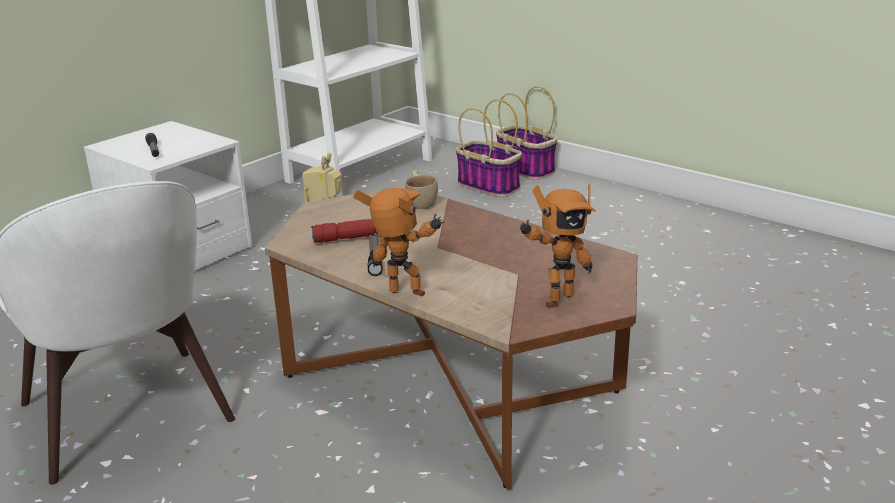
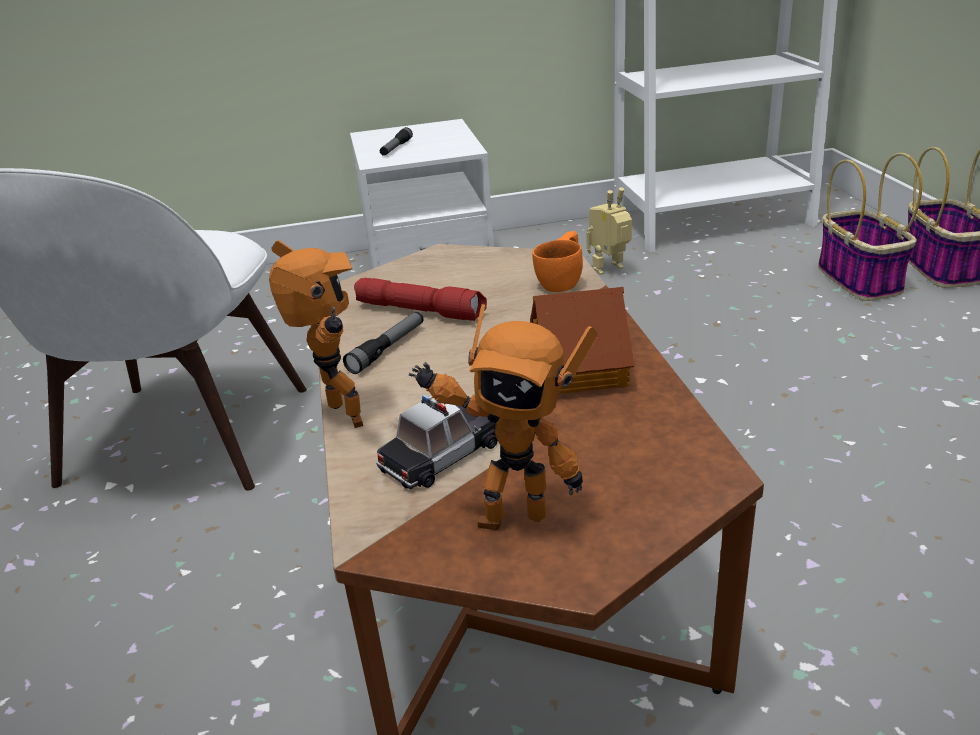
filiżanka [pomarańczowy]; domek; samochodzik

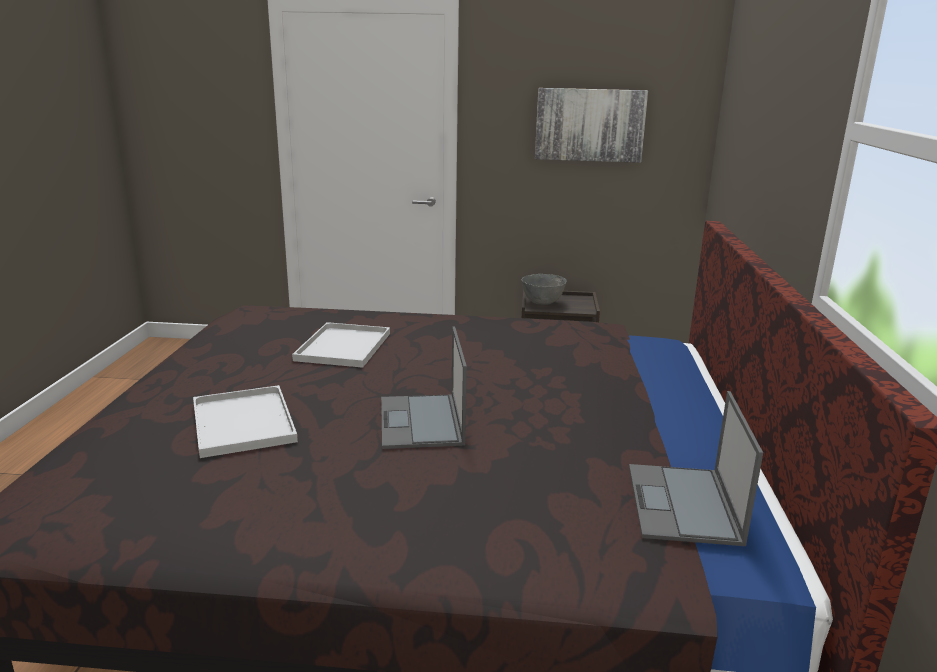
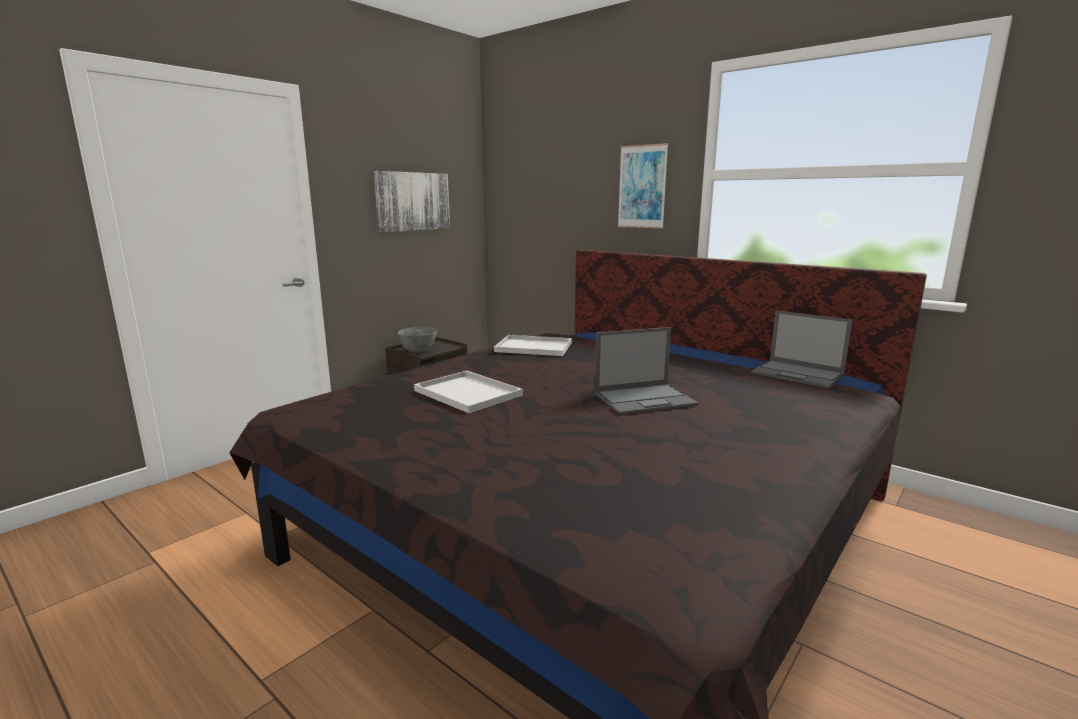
laptop (no. 1 from left); taca [biały] (no. 2 from left); obraz (no. 2 from left)

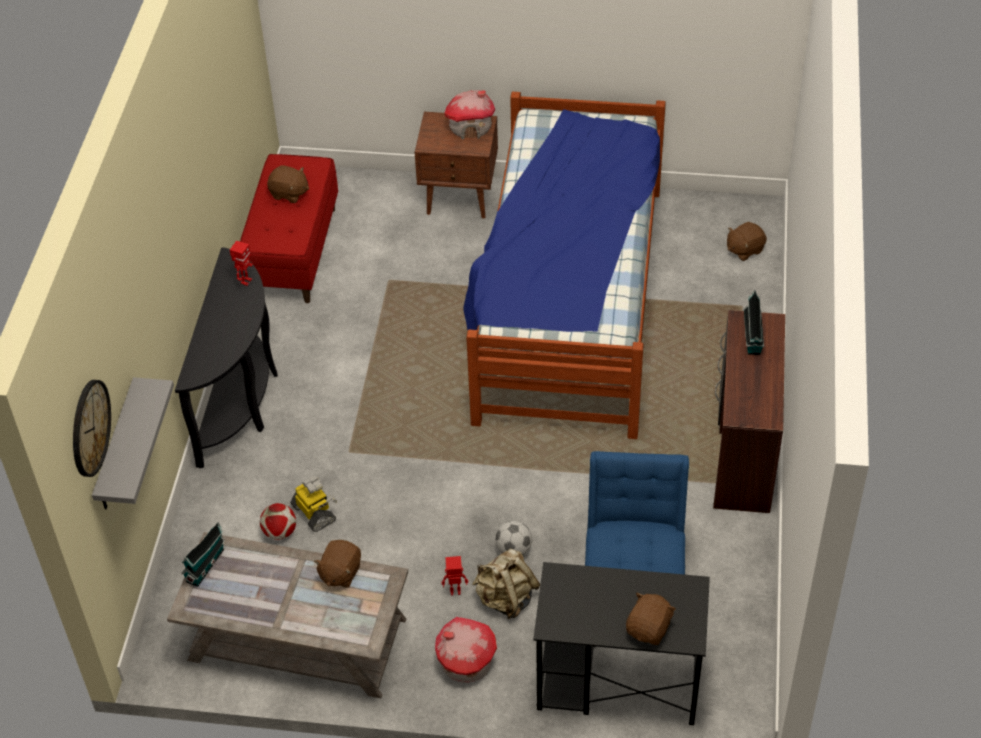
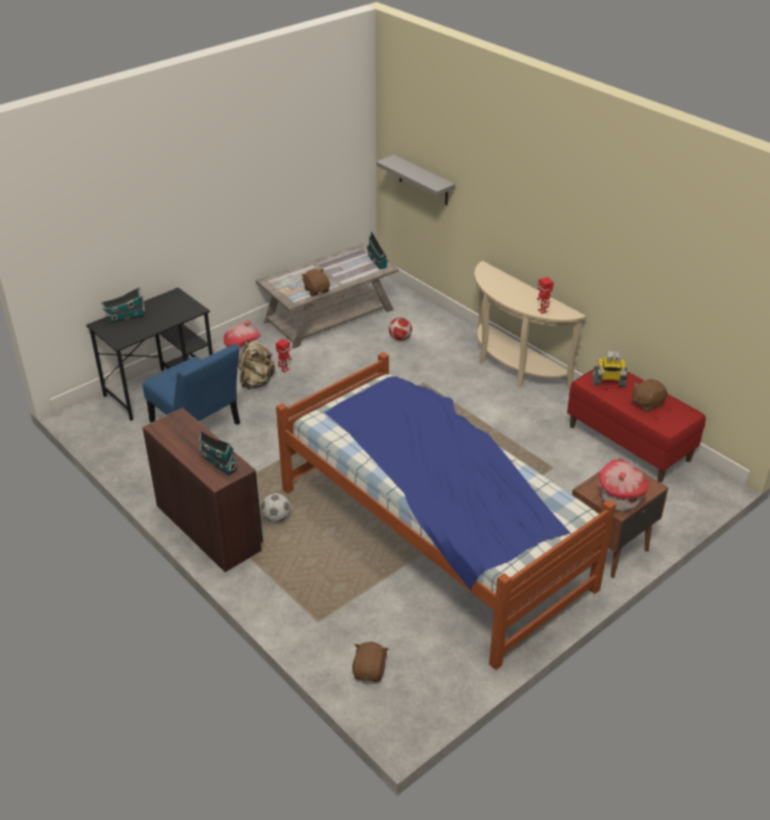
stolik konsolowy [beżowy]; zegar ścienny; robot zabawkowy (no. 3 from left); piłka futbolowa (no. 1 from left); domek (no. 1 from left)

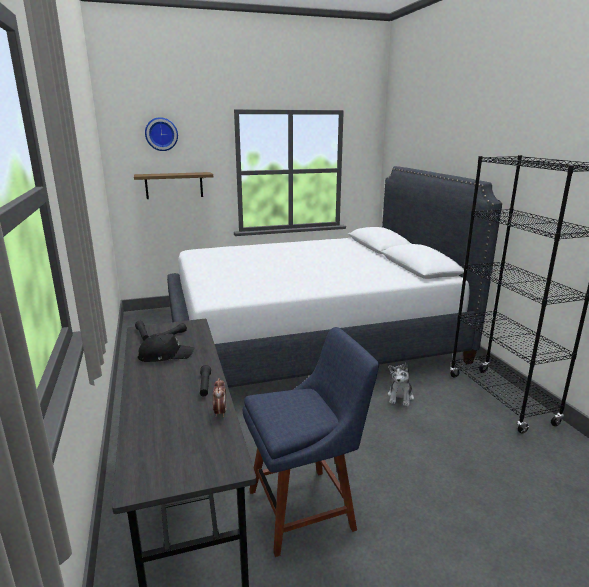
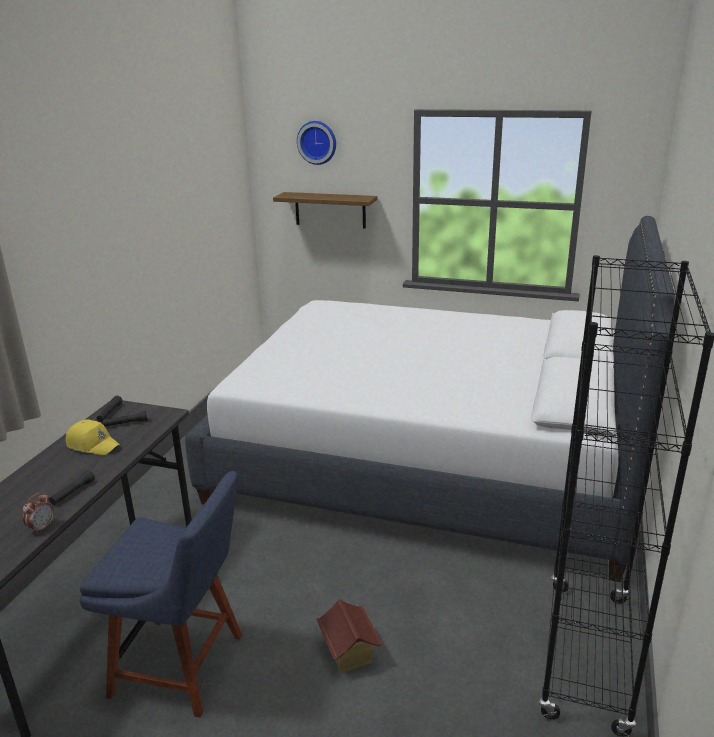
czapka z daszkiem [żółty]; pluszak; domek

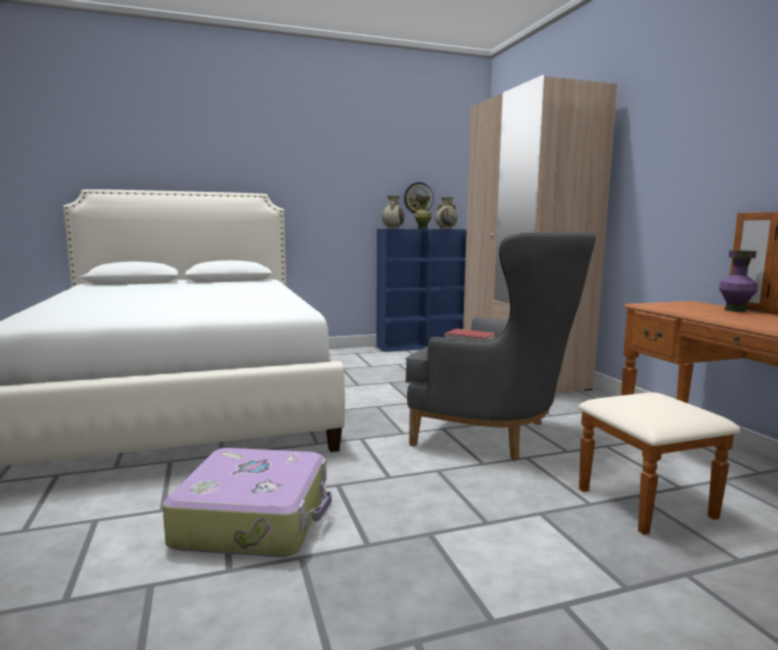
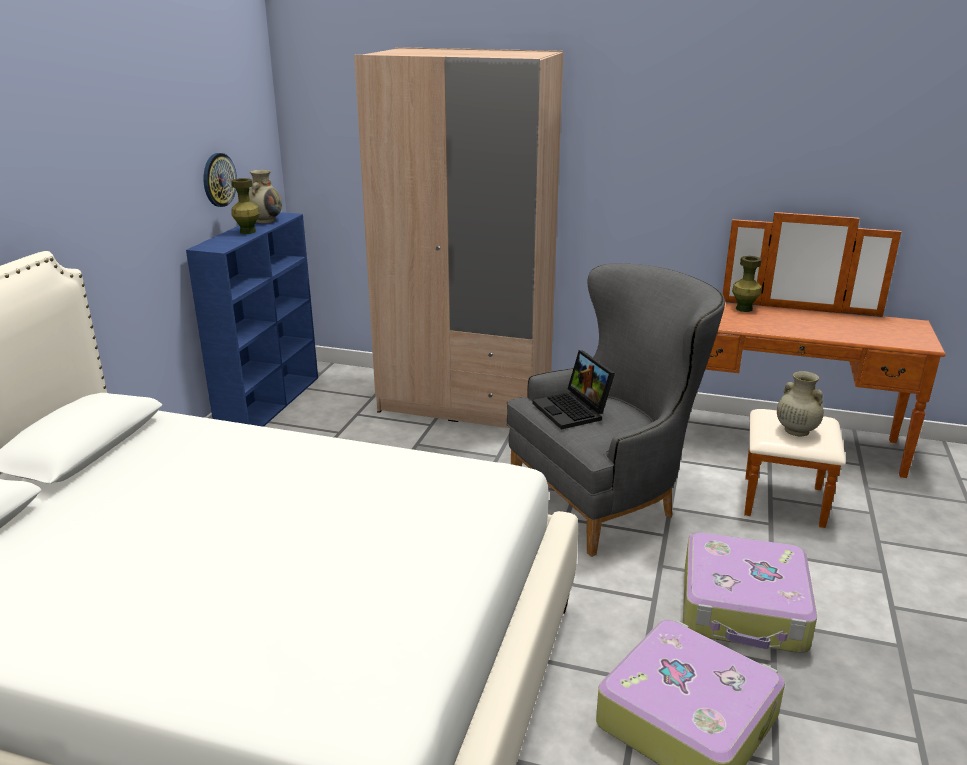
wazon [beżowy] (no. 2 from left); wazon [zielony] (no. 2 from left); laptop; walizka (no. 2 from left)

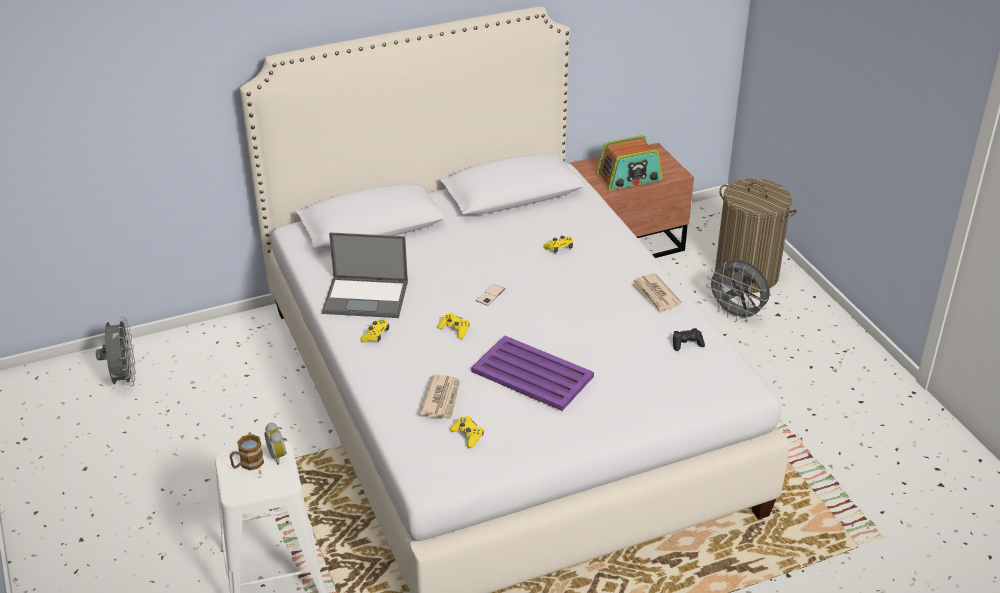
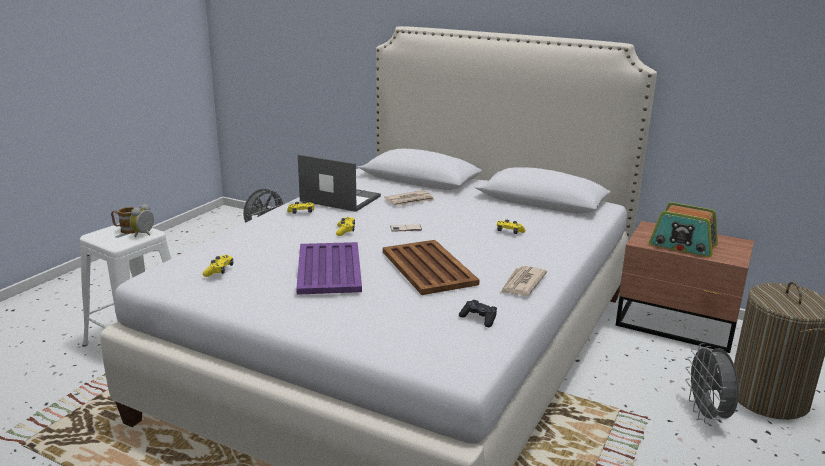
laptop; gazeta (no. 1 from left); taca [brązowy]

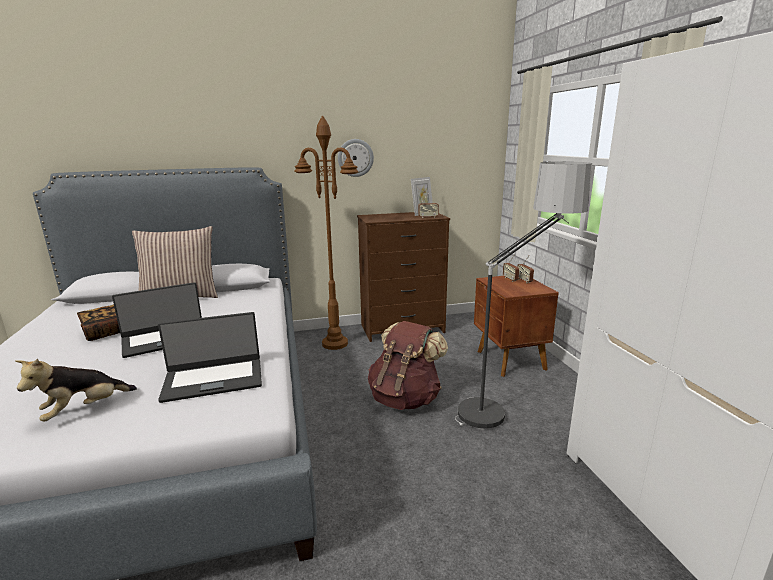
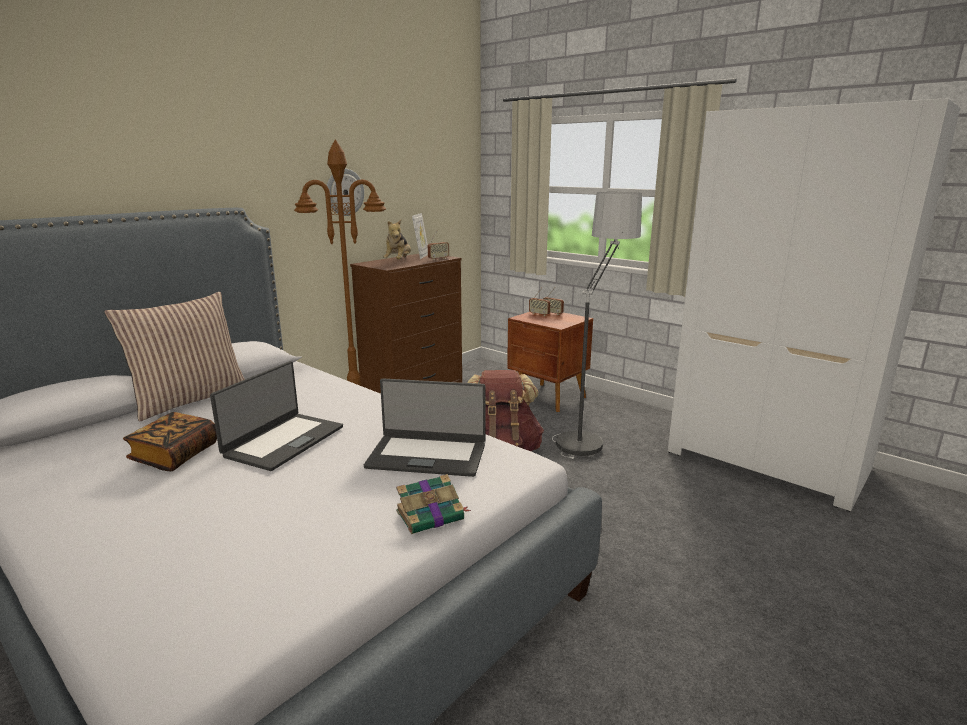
laptop (no. 2 from left); pluszak; książka (no. 2 from left)

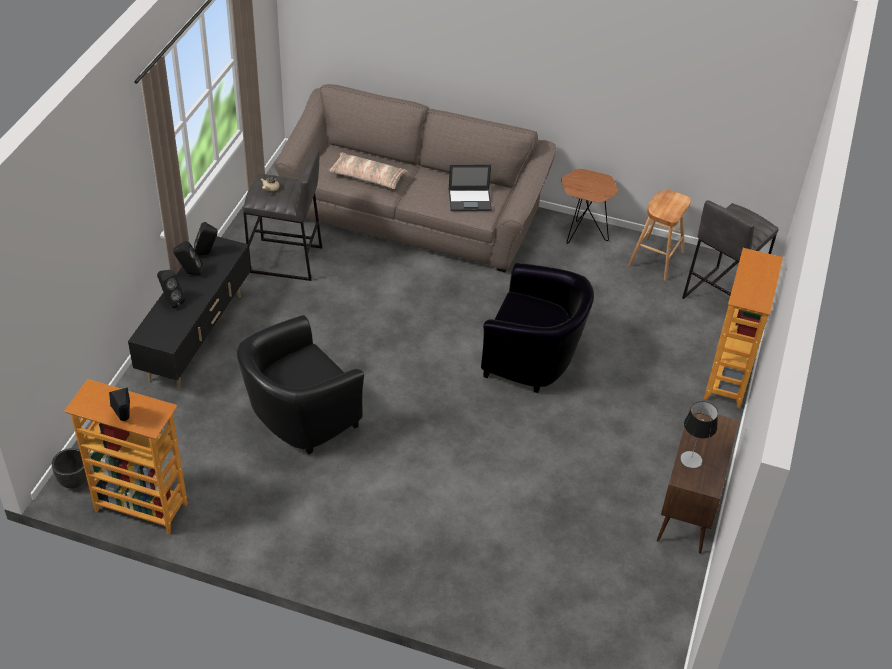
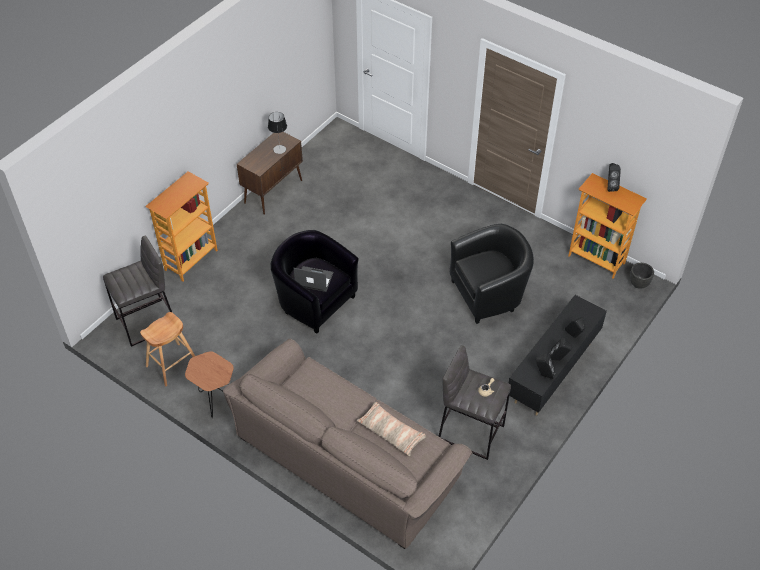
laptop

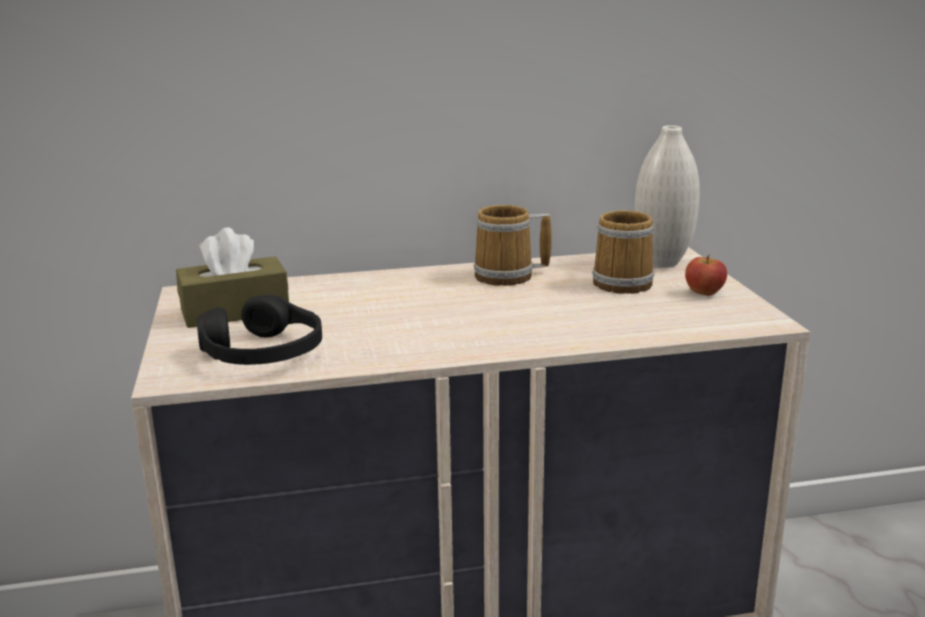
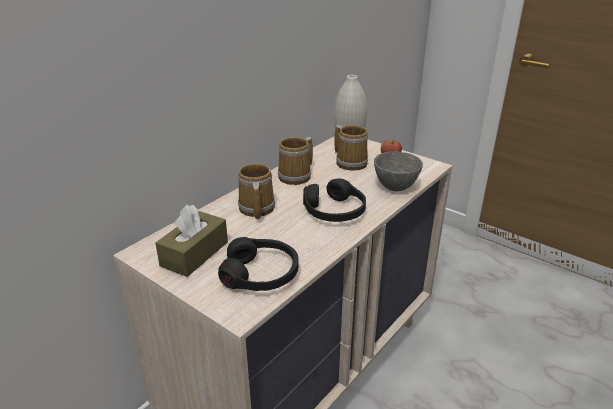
miska [szary]; kubek (no. 1 from left); słuchawki [czarny] (no. 2 from left)

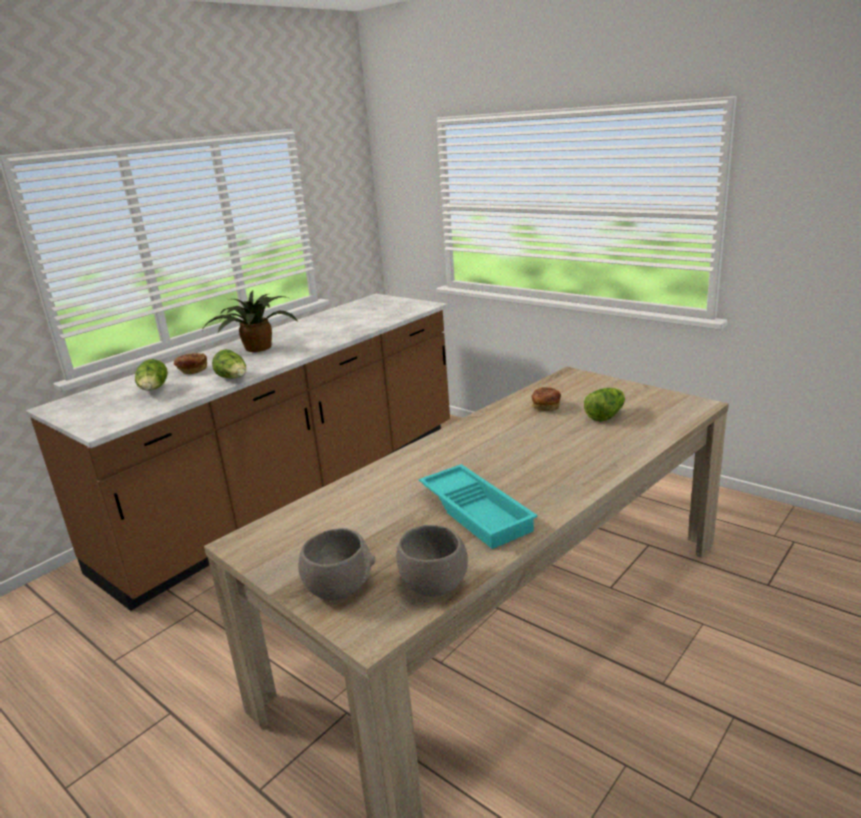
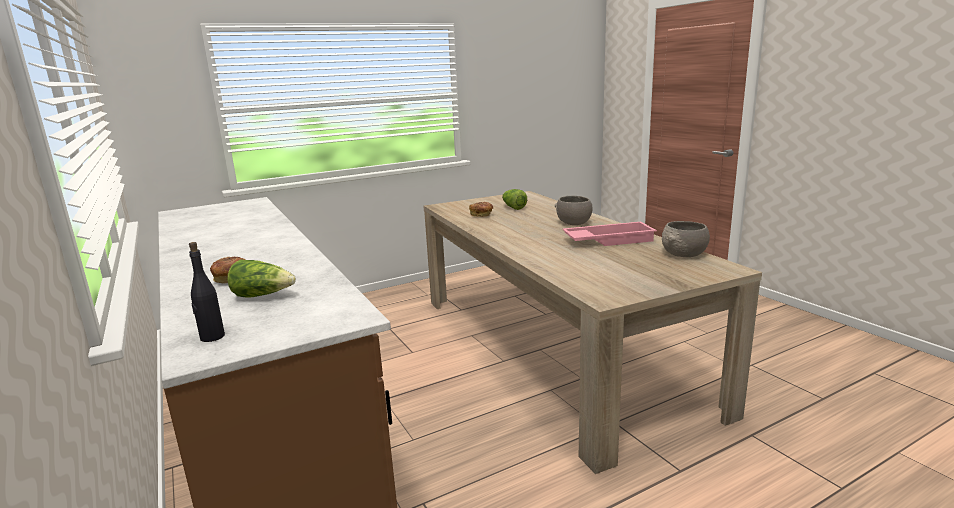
roślina doniczkowa; sałata (no. 2 from left in the first image); taca [różowy]; miska [szary] (no. 1 from left); butelka [czarny]

